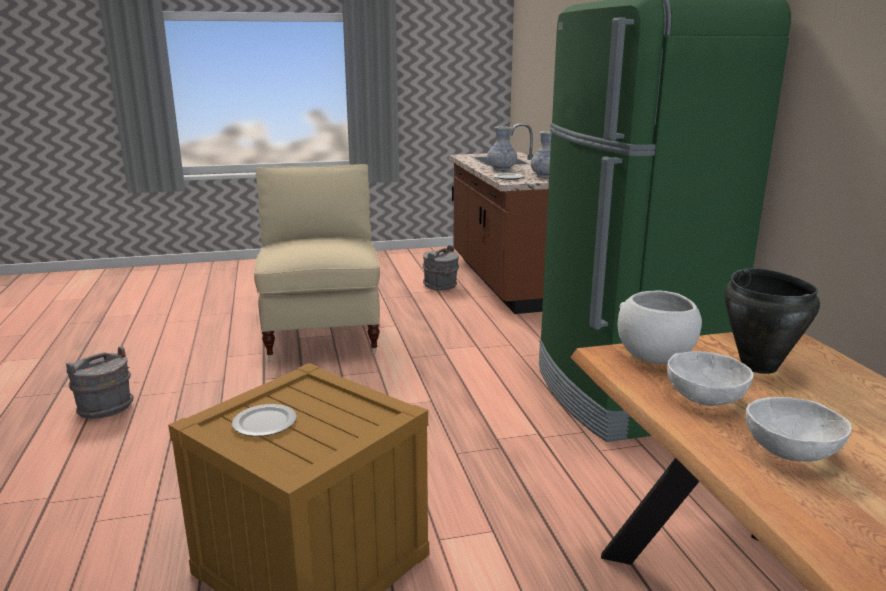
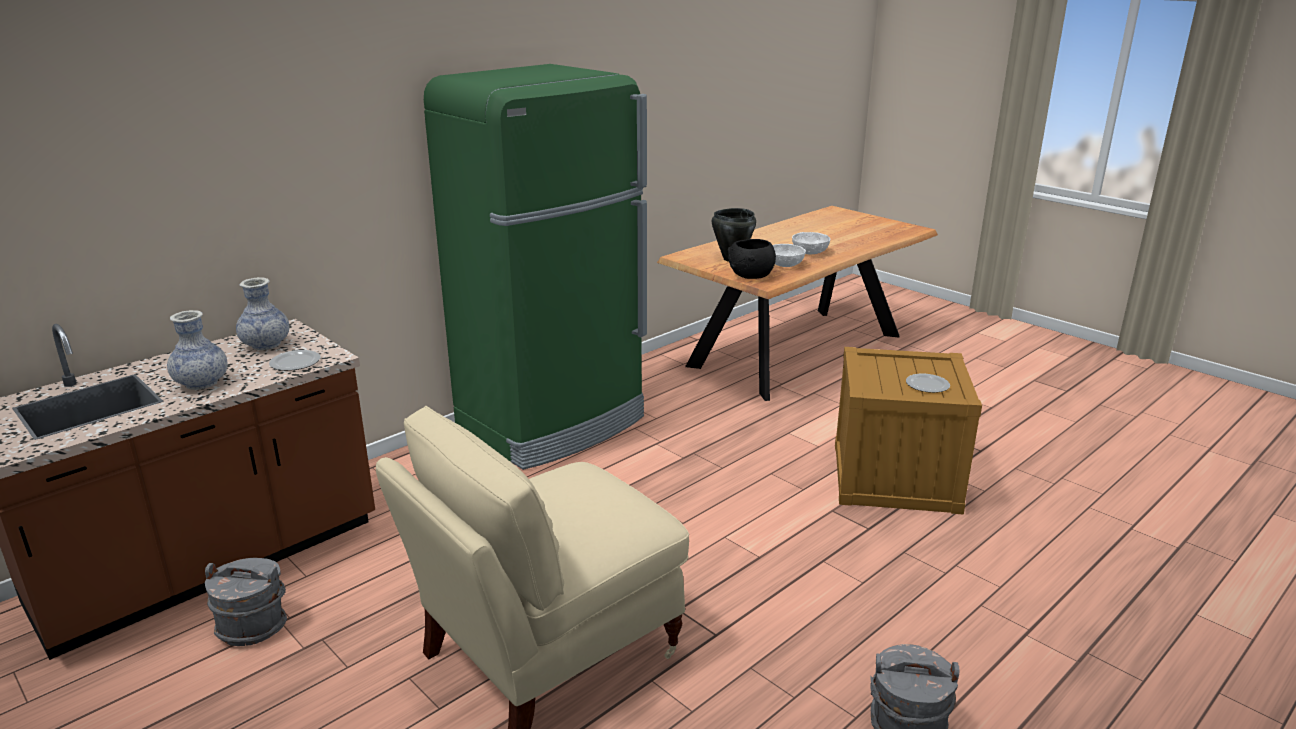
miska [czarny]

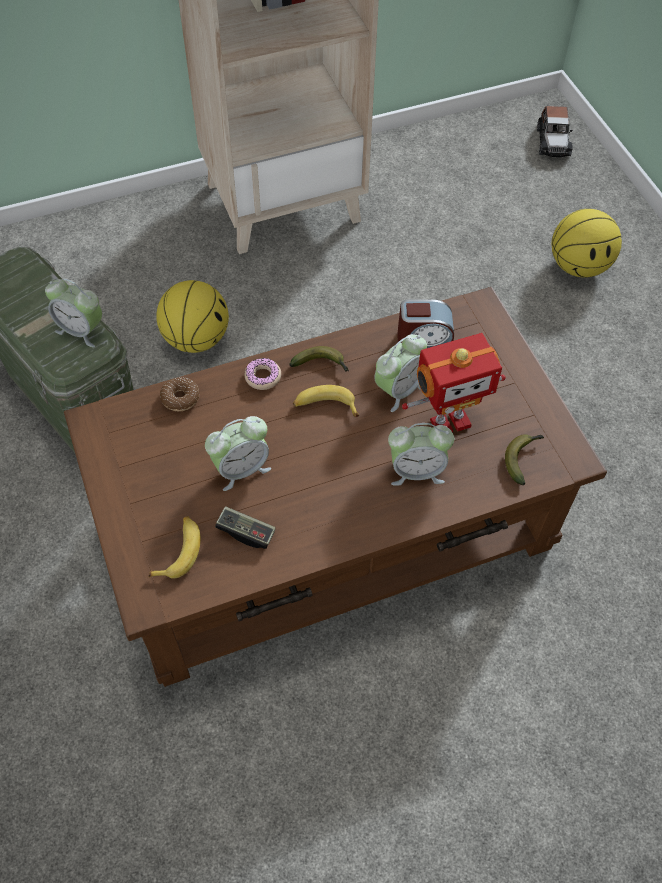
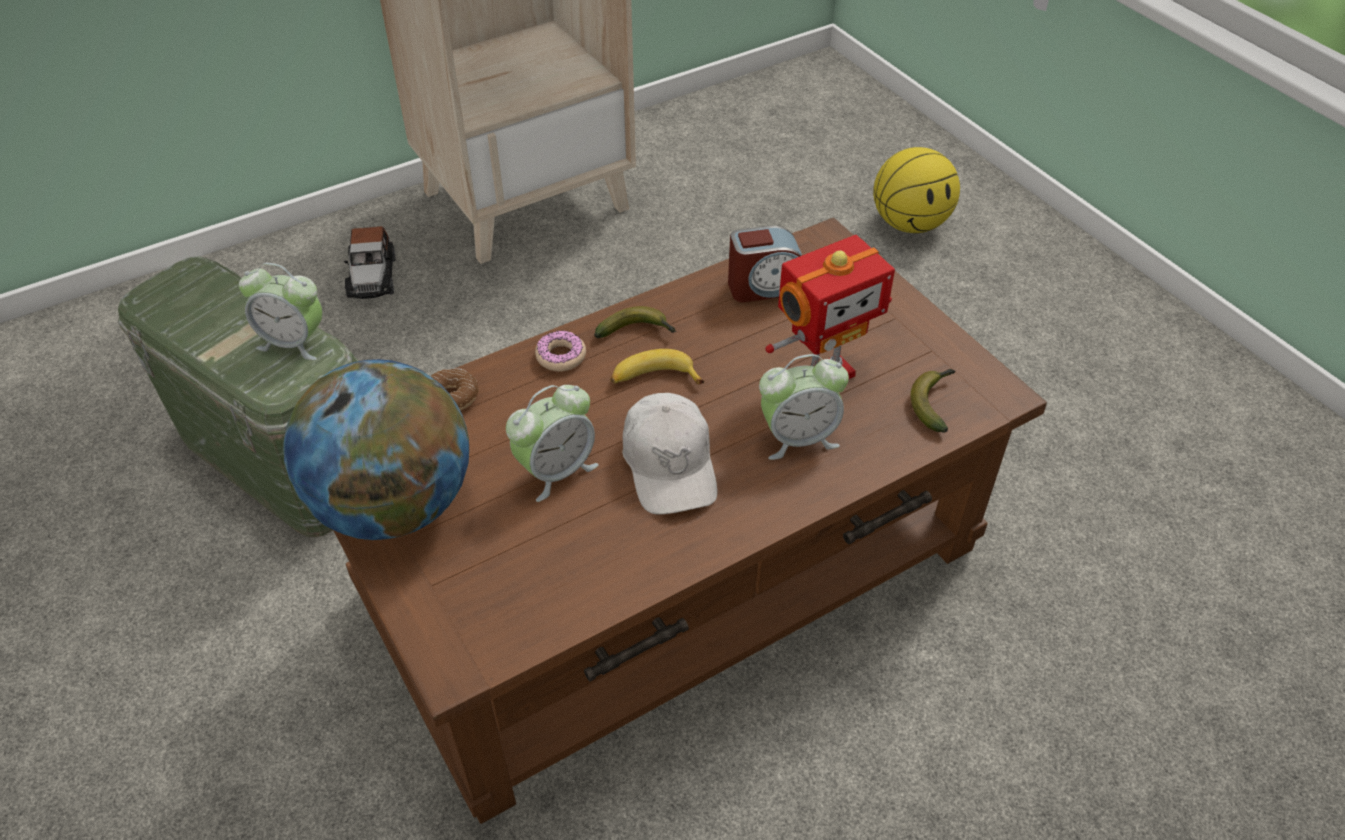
samochodzik; piłka do koszykówki (no. 1 from left in the first image); budzik (no. 3 from left in the first image); pad do gier; banan (no. 1 from left in the first image); globus; czapka z daszkiem [biały]

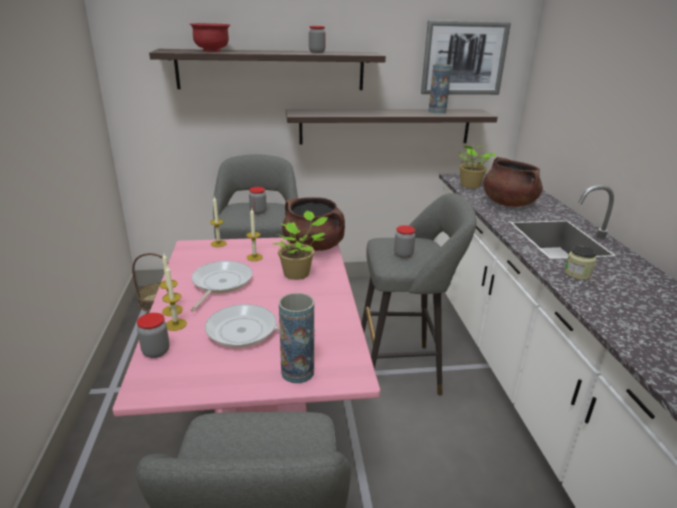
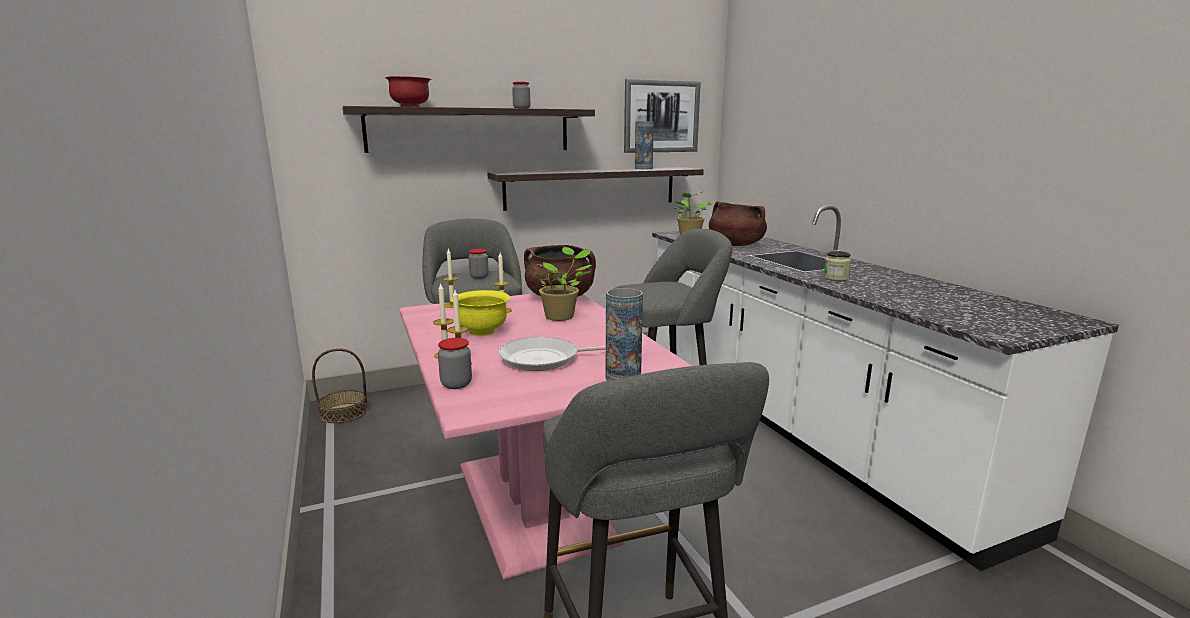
słoik (no. 4 from left in the first image); miska [żółty]

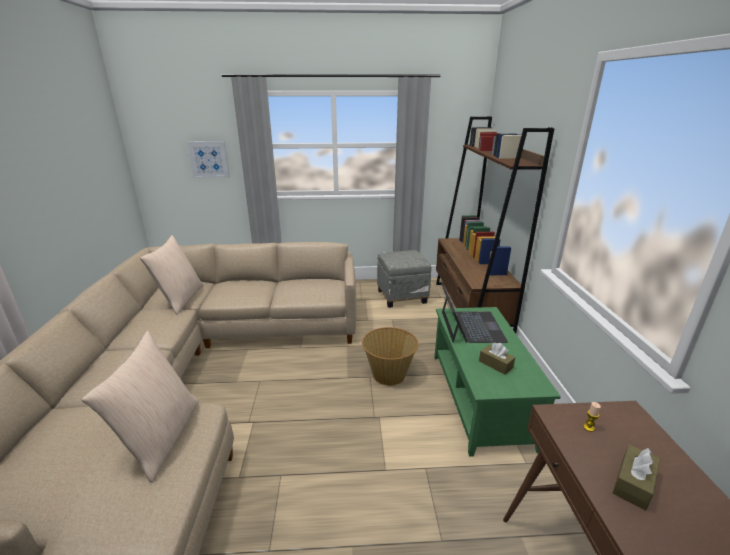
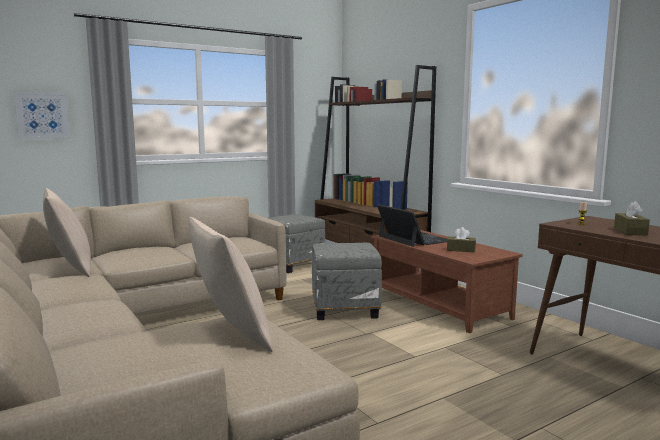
ława [brązowy]; pufa [szary] (no. 2 from left)

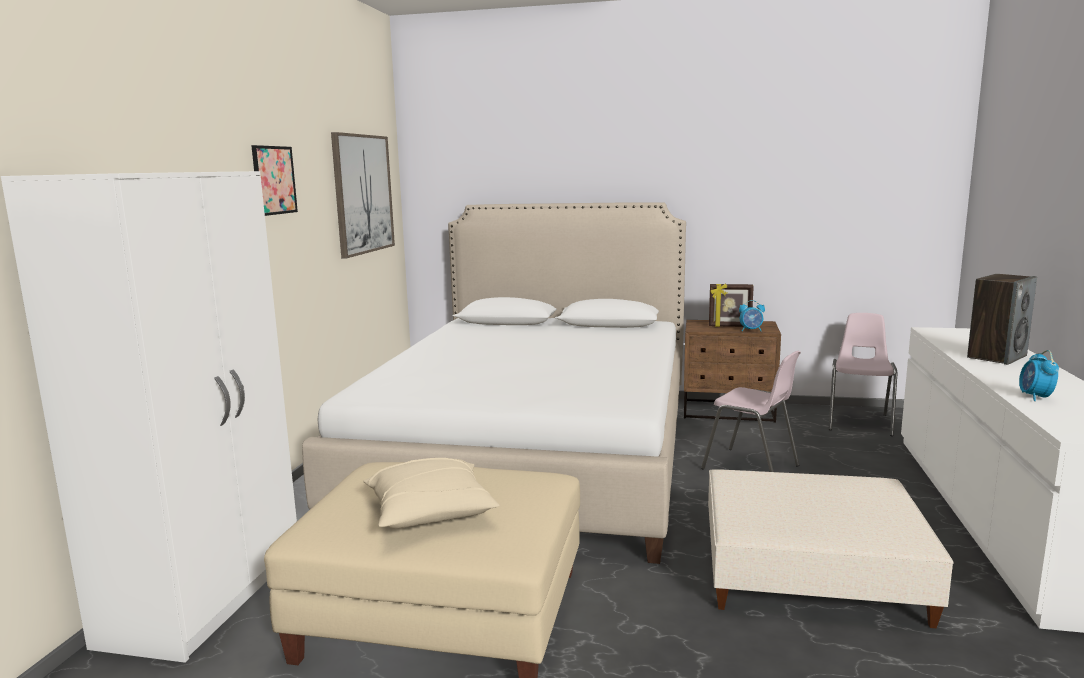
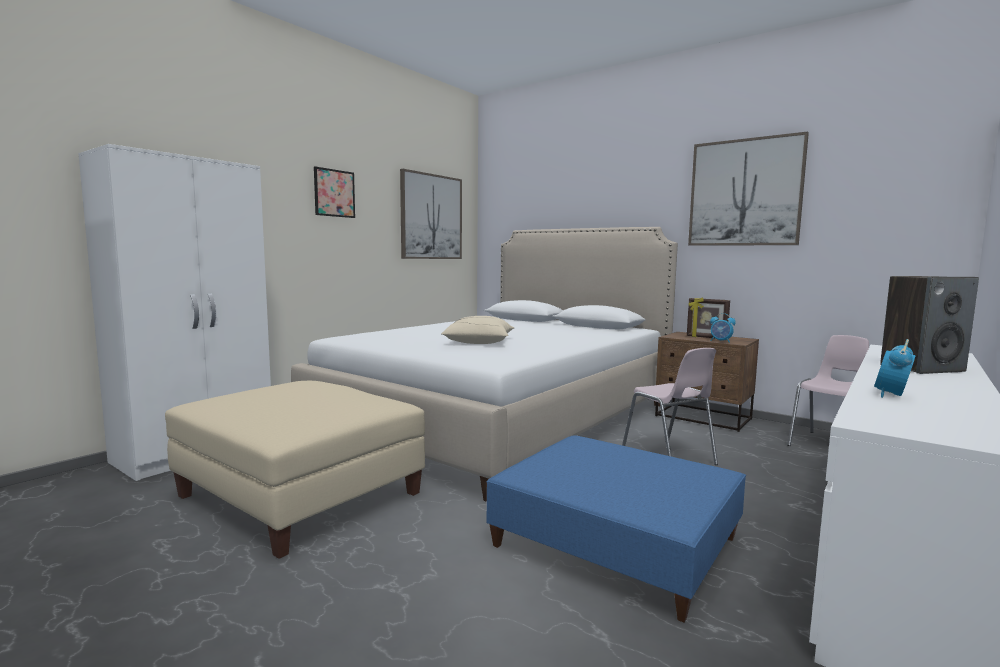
poduszka [beżowy]; pufa [niebieski]; obraz (no. 3 from left)

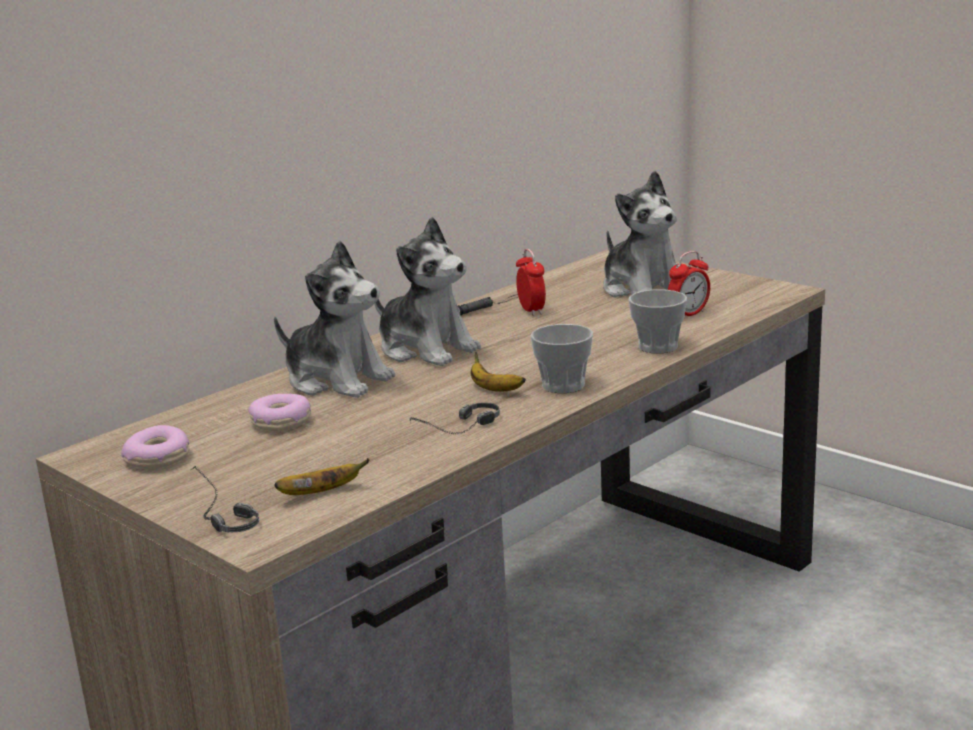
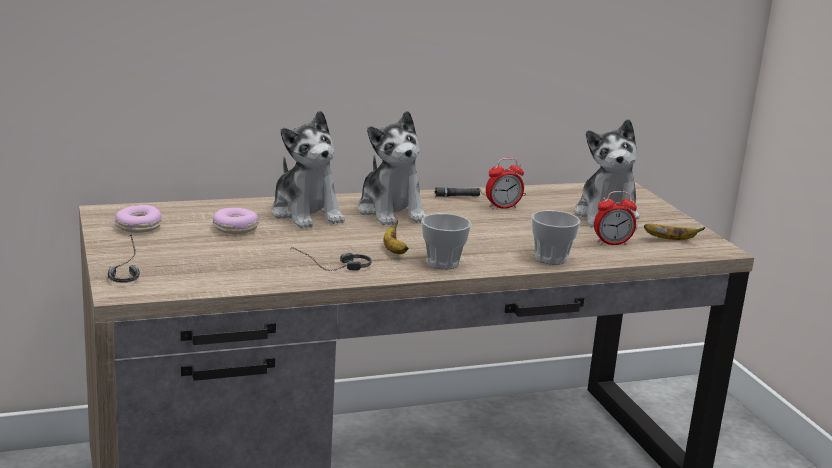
budzik (no. 1 from left); banan (no. 2 from left)

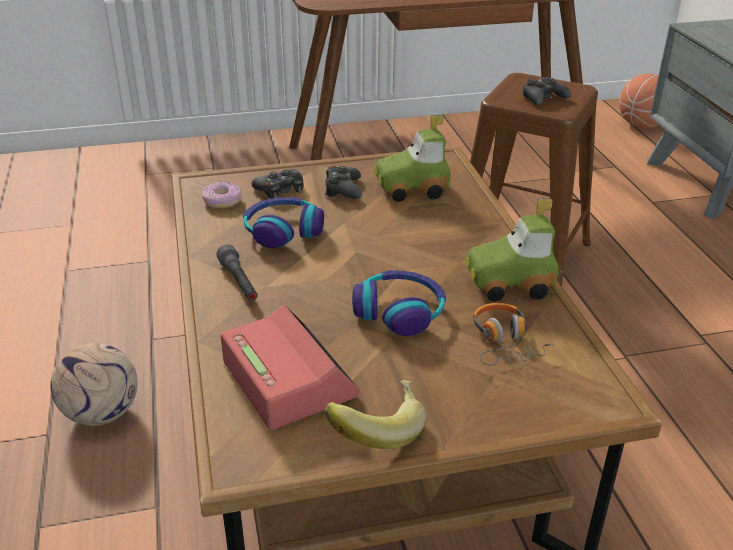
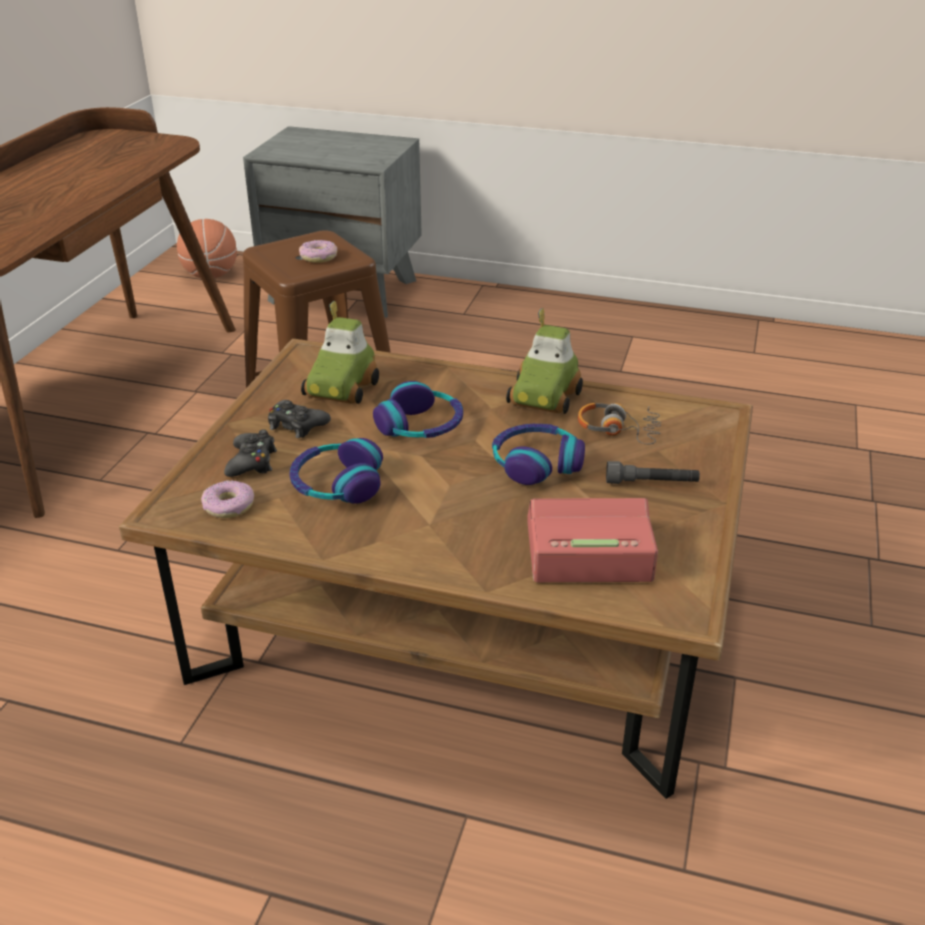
donut (no. 2 from left); latarka [szary]; piłka futbolowa; banan; słuchawki (no. 2 from left)

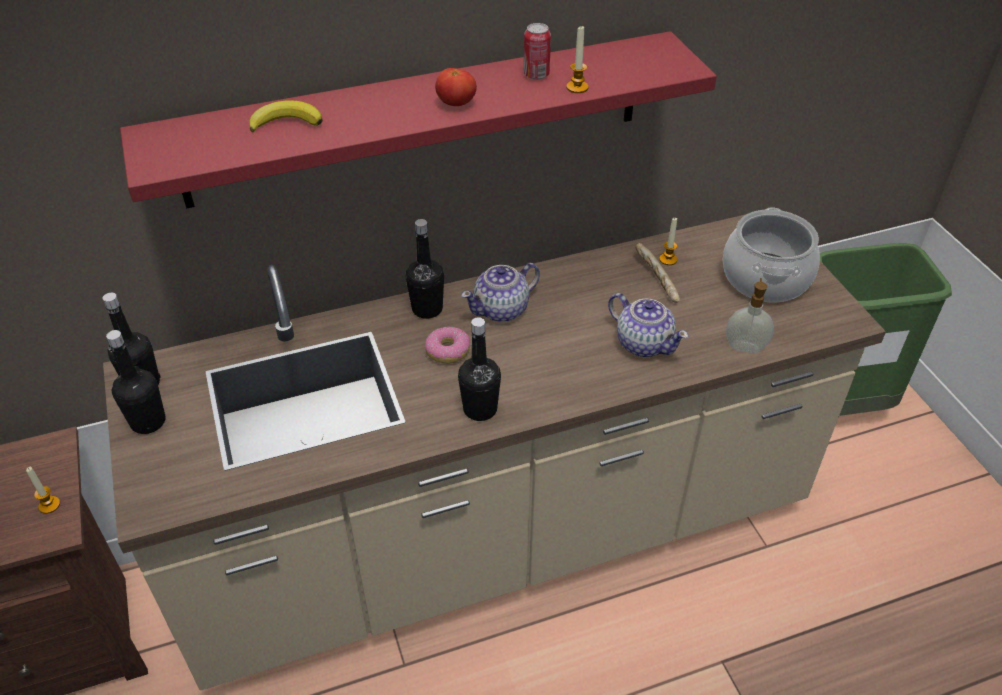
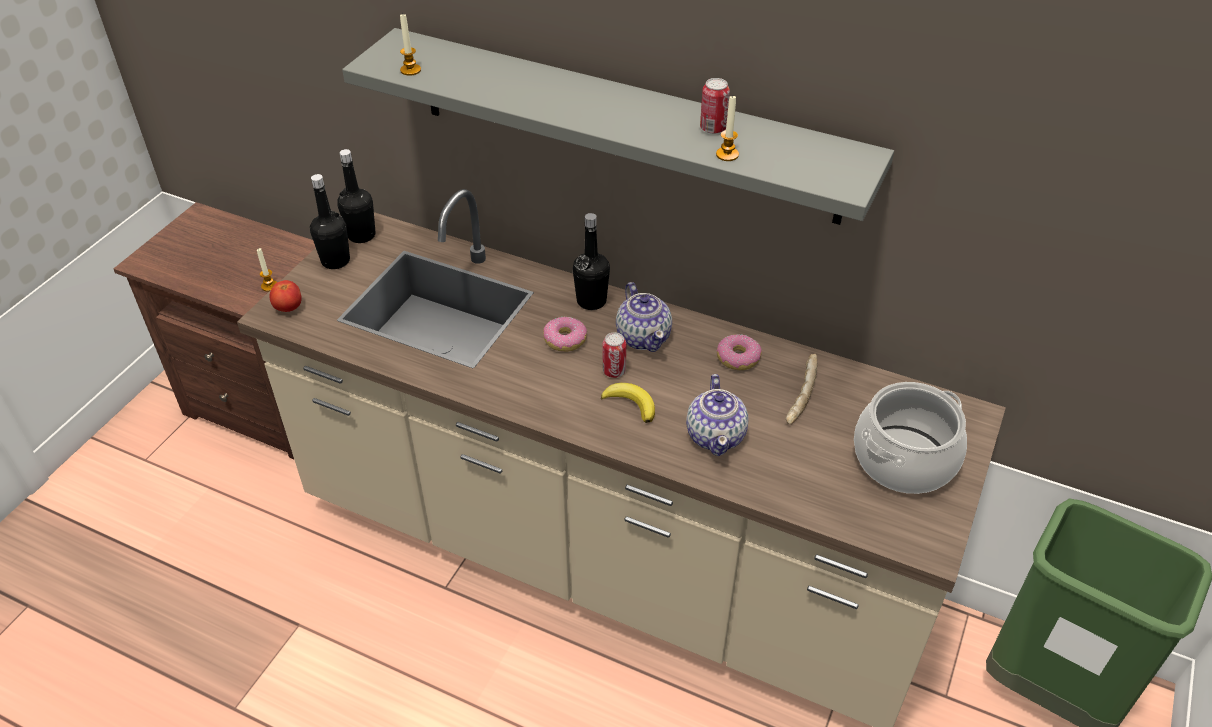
półka [szary]; pomidor; banan; świeca (no. 2 from left); imbryk (no. 1 from left); dozownik mydła; butelka [czarny] (no. 4 from left in the first image); puszka (no. 1 from left); donut (no. 2 from left)

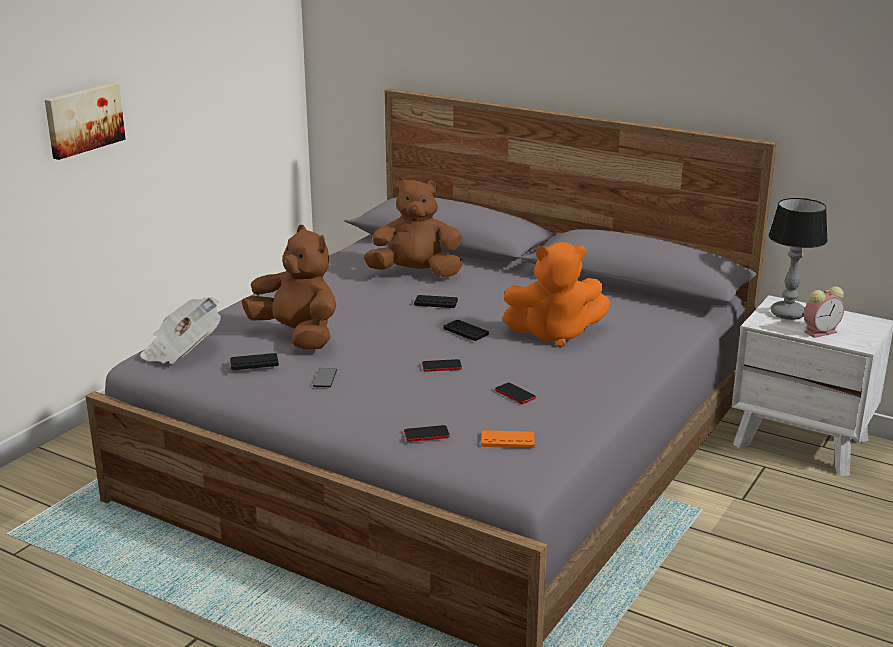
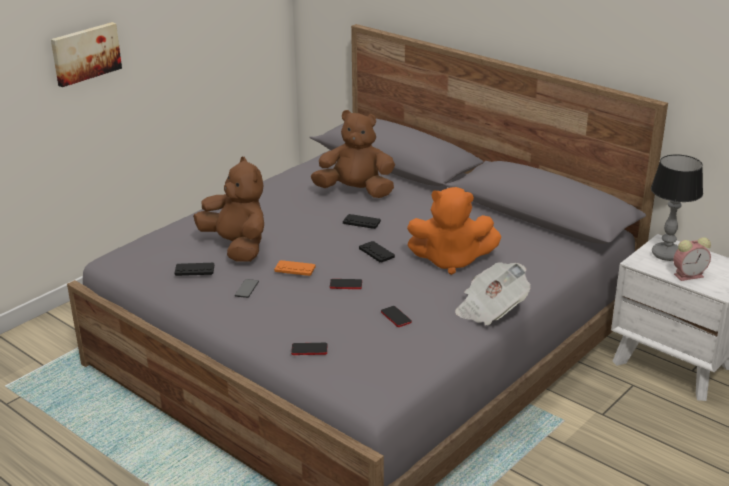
gazeta; pad do gier [pomarańczowy]

